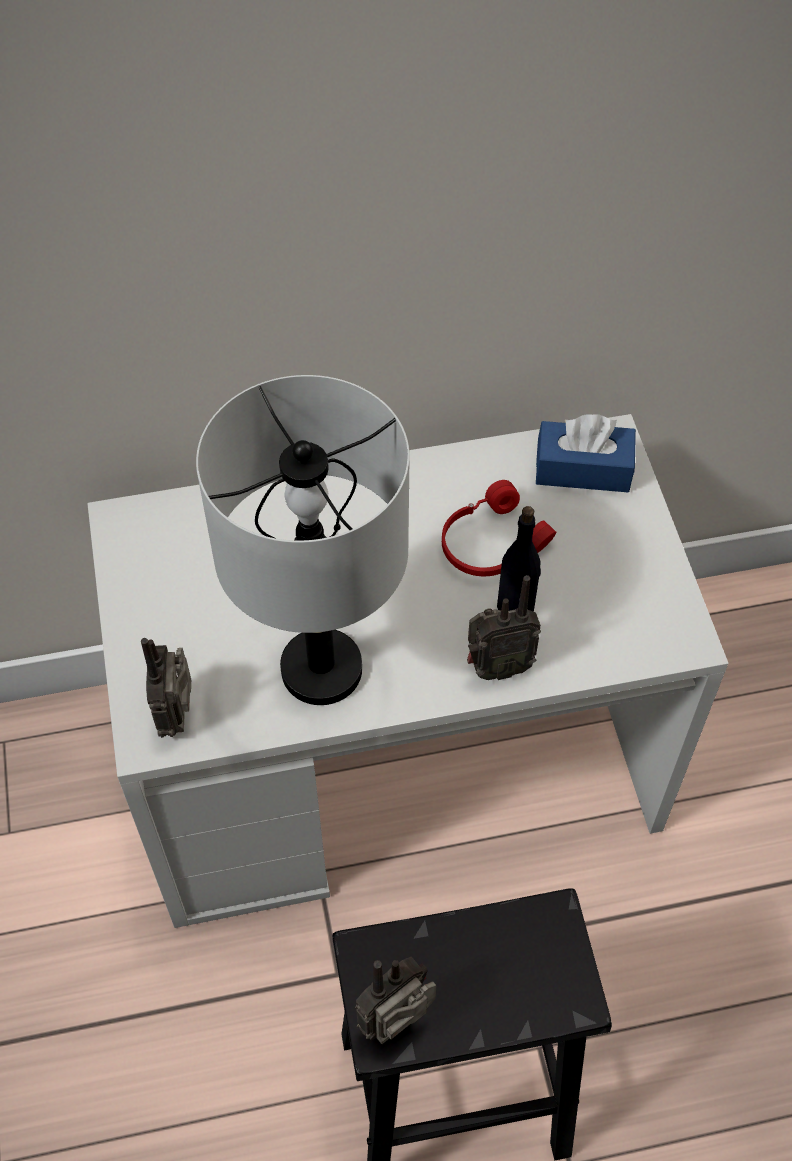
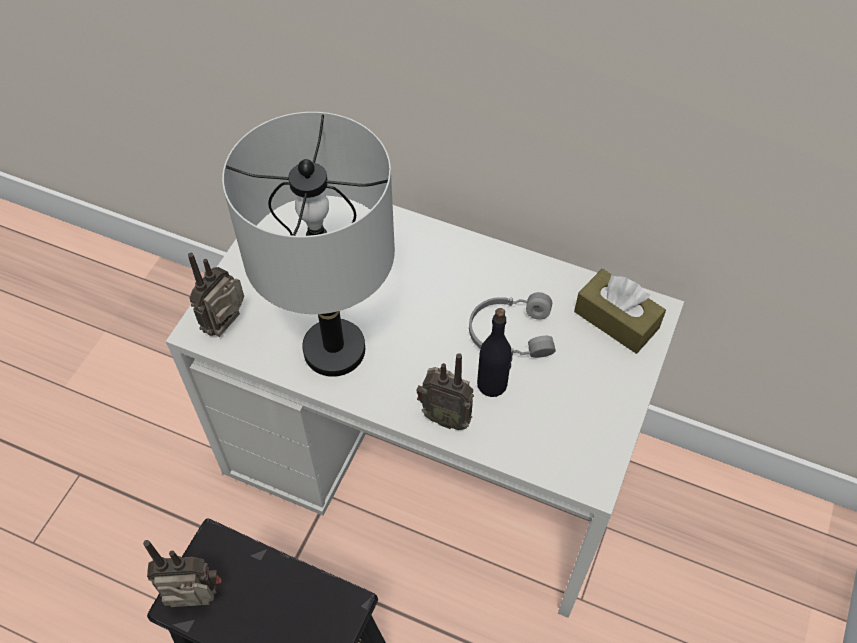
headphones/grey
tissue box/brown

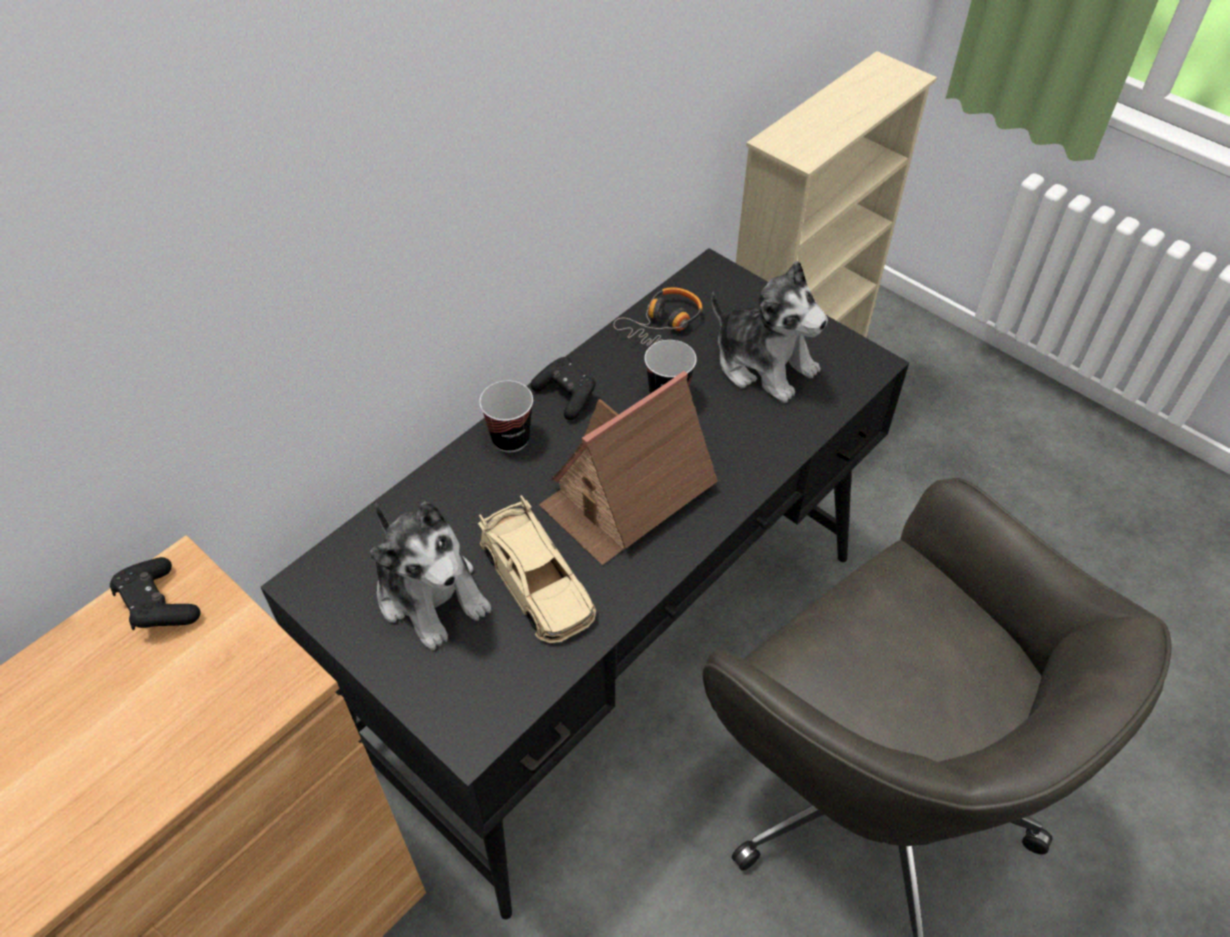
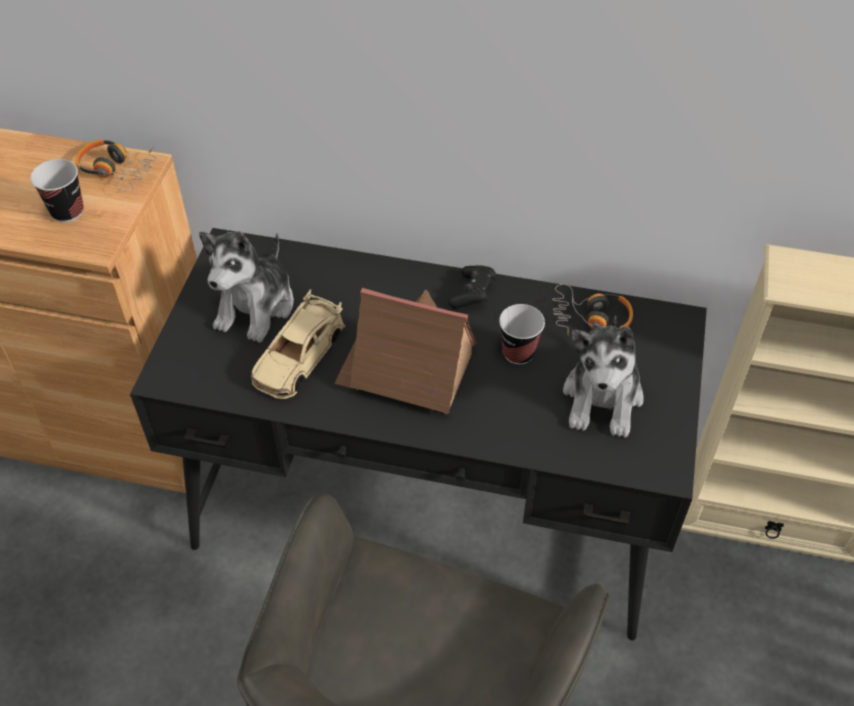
cup (1st from left)
headphones (1st from left)

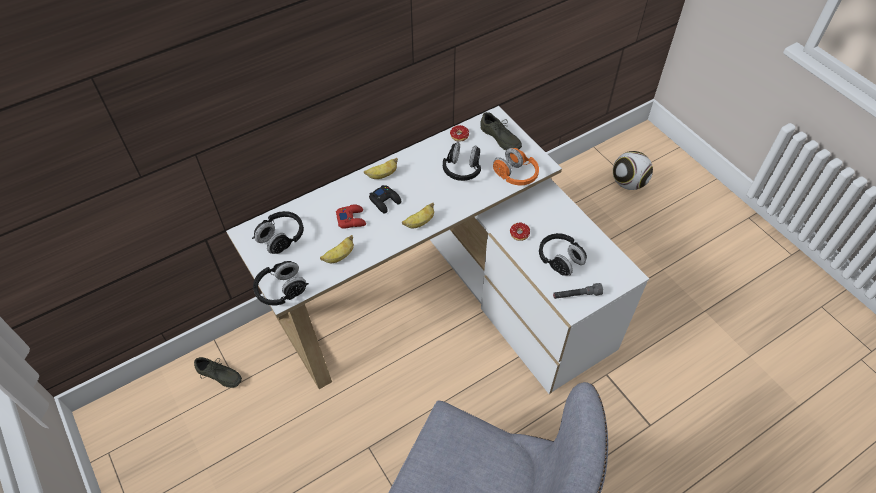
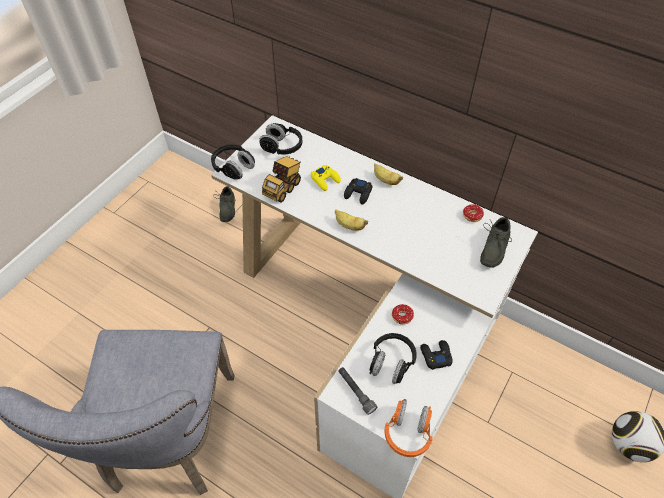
toy truck
game controller/yellow
headphones/orange
game controller/black (2nd from left)
headphones/black (3rd from left in the first image)

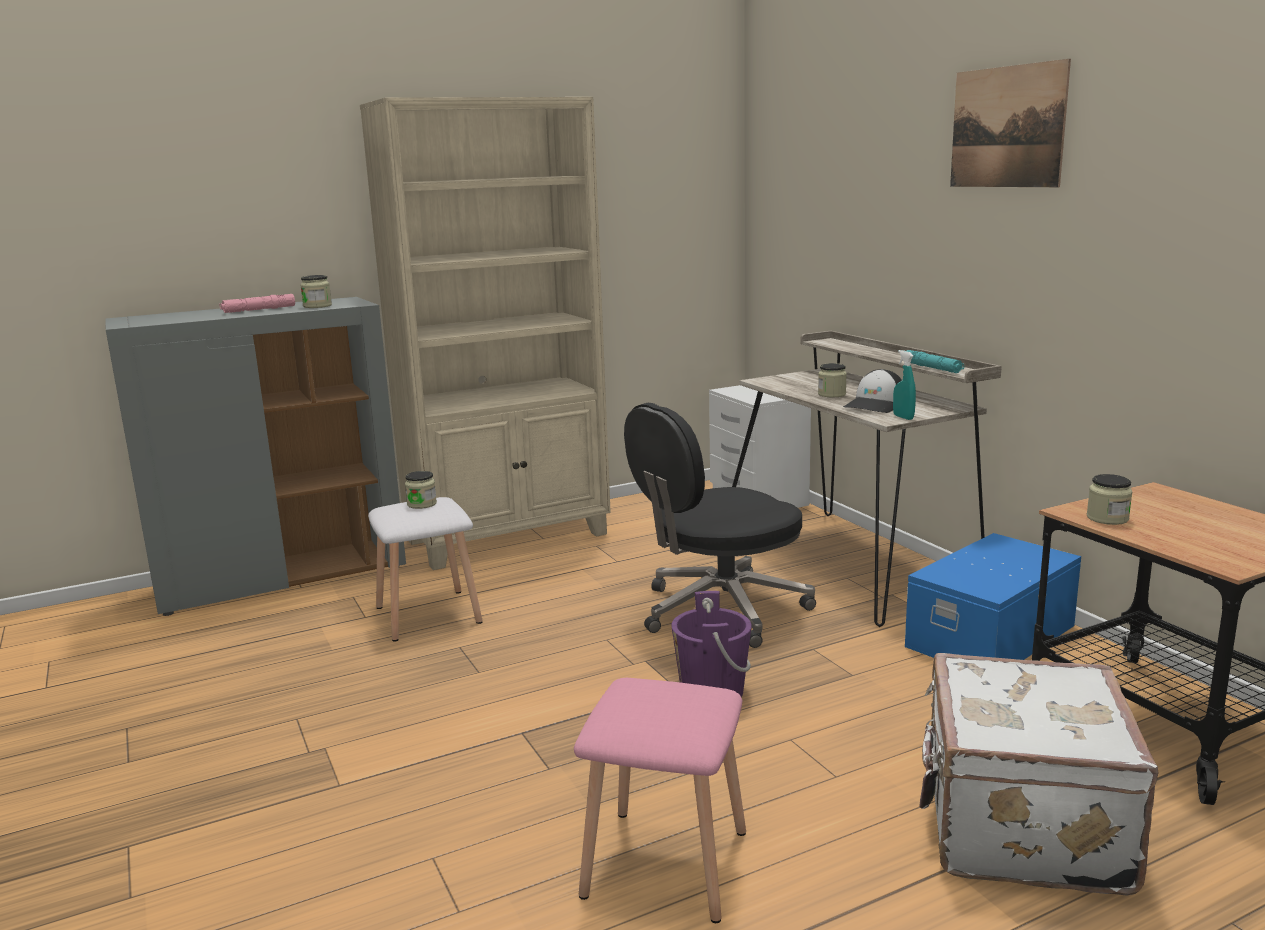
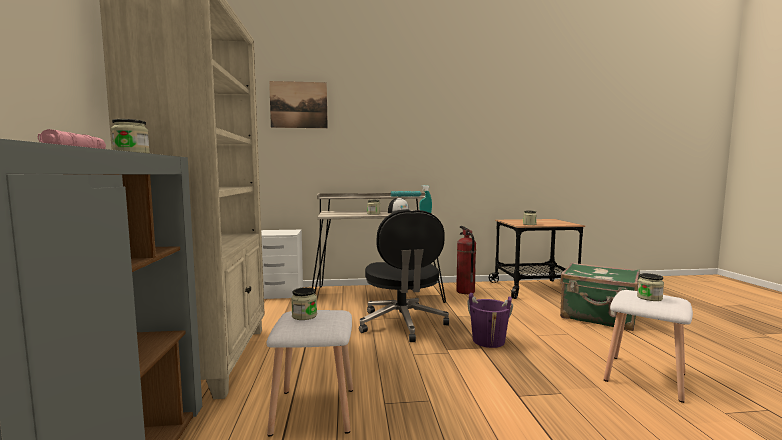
picture
fire extinguisher
suitcase/green
stool/white (2nd from left)
jar (5th from left)

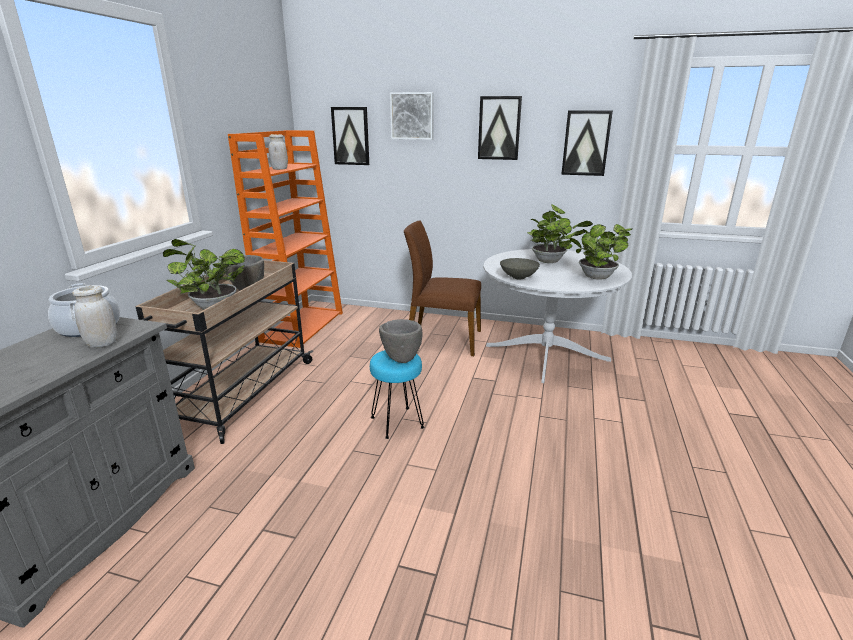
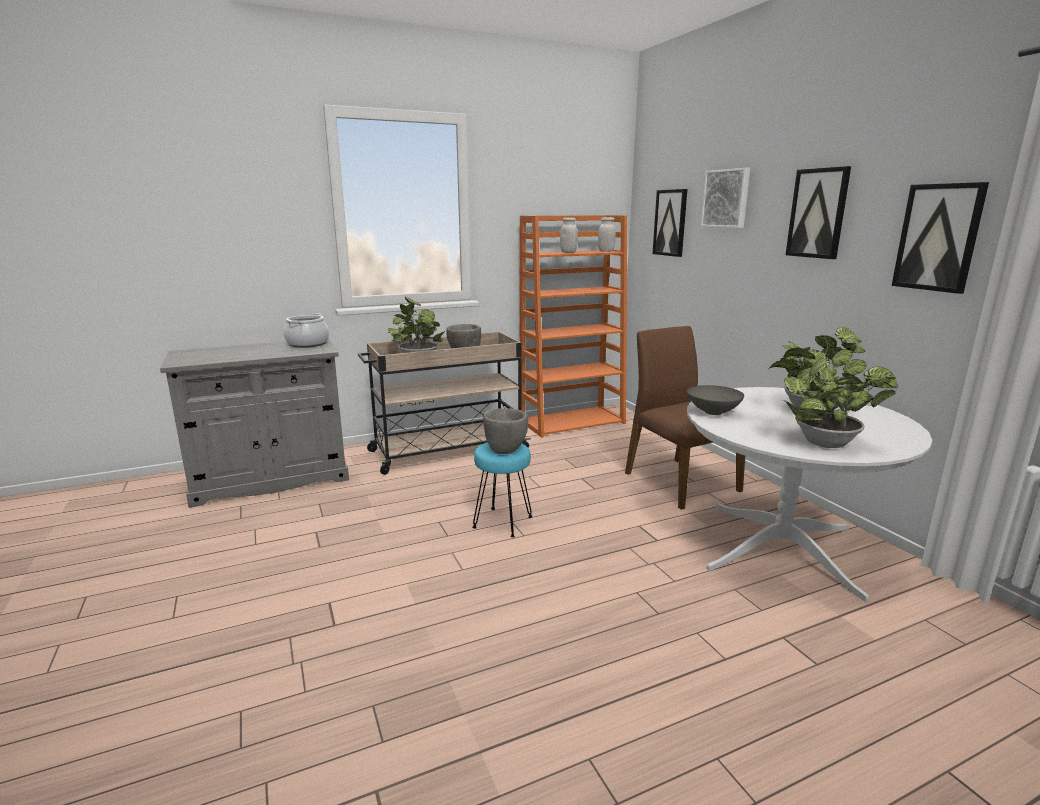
jar/white (2nd from left)

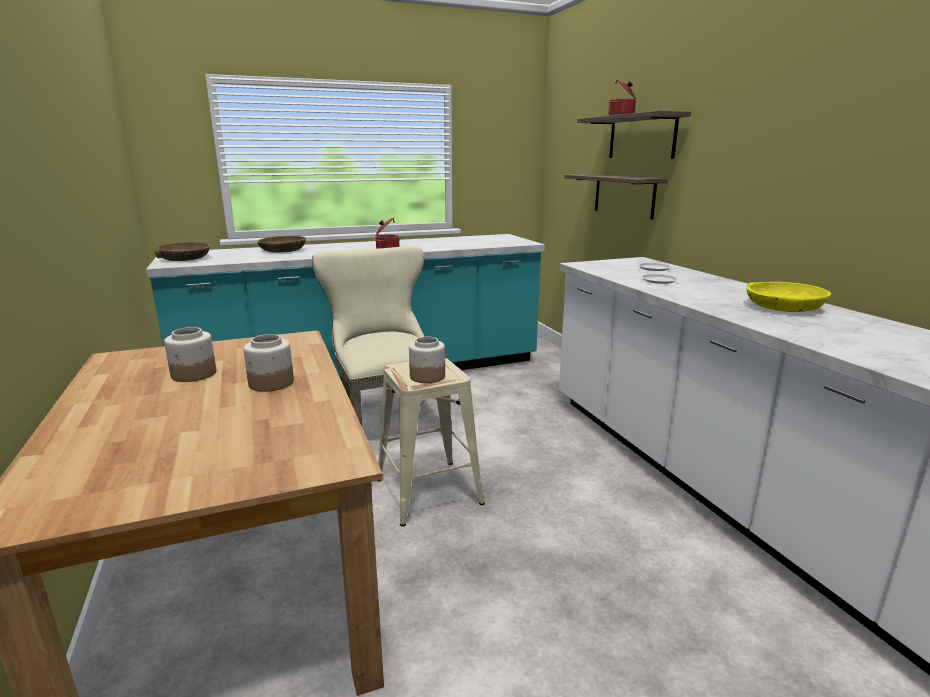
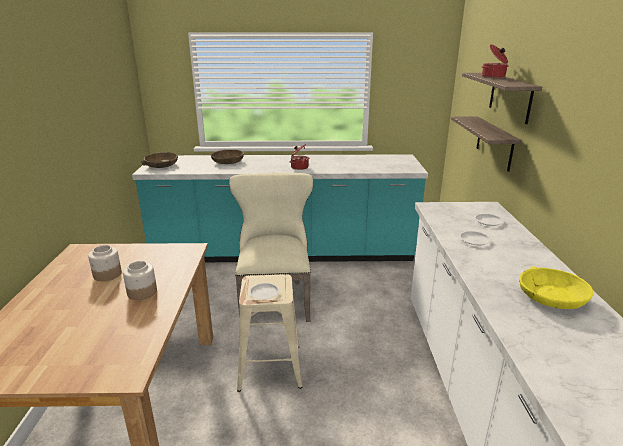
plate/white (1st from left)

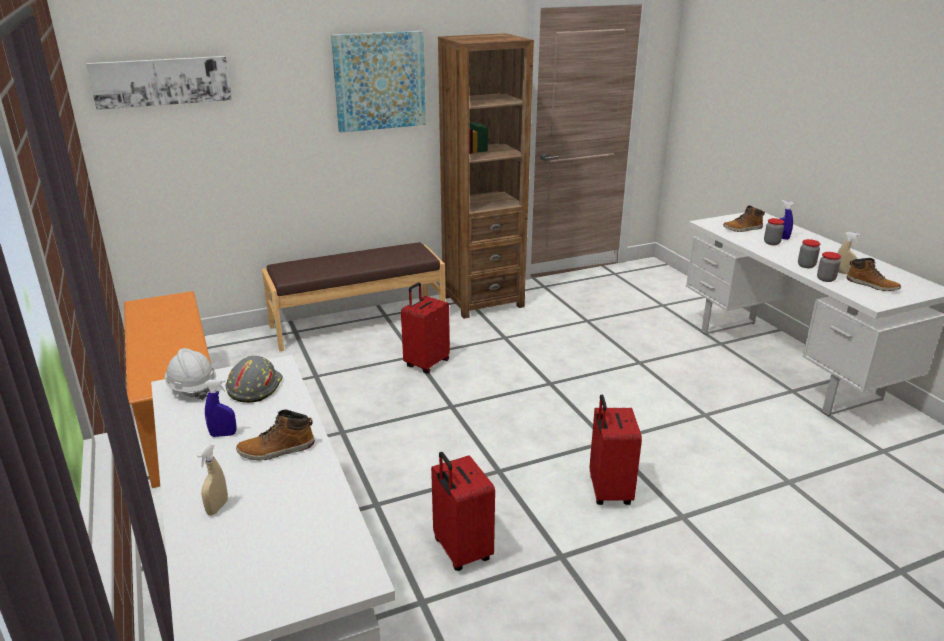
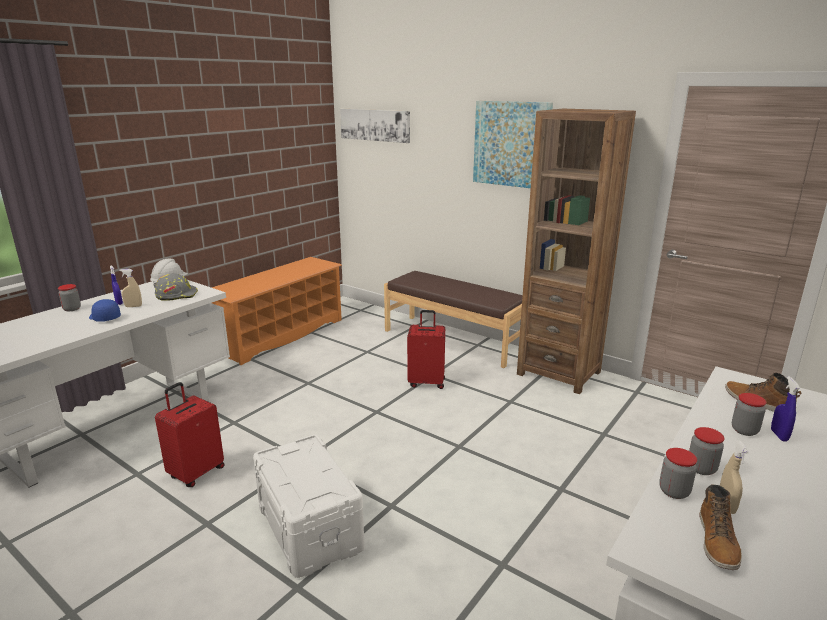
jar (1st from left)
cap/blue
spray bottle/beige (1st from left)
storage box/white

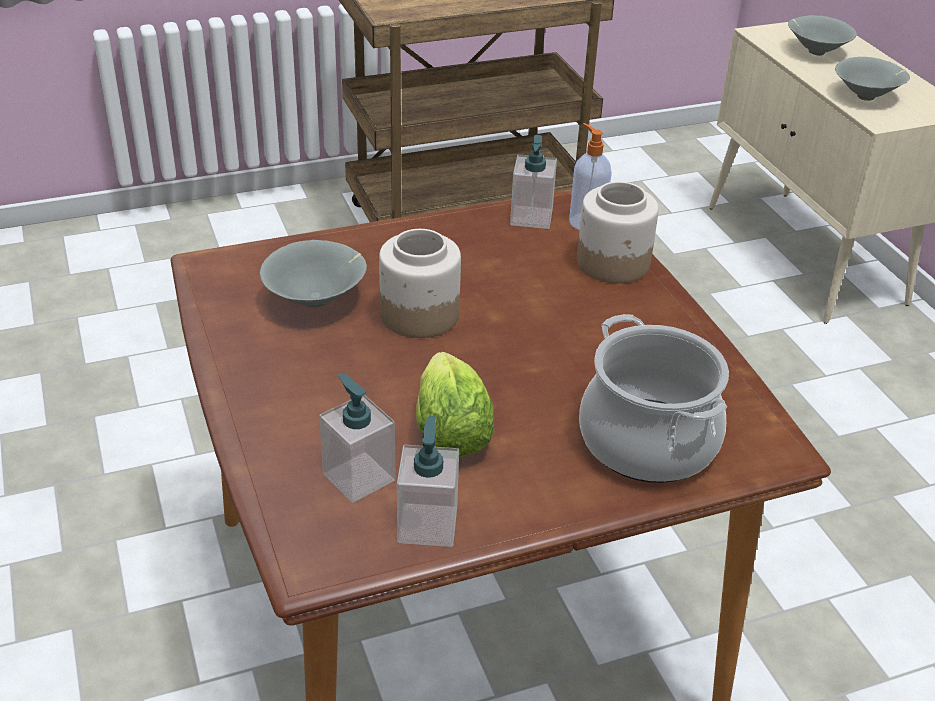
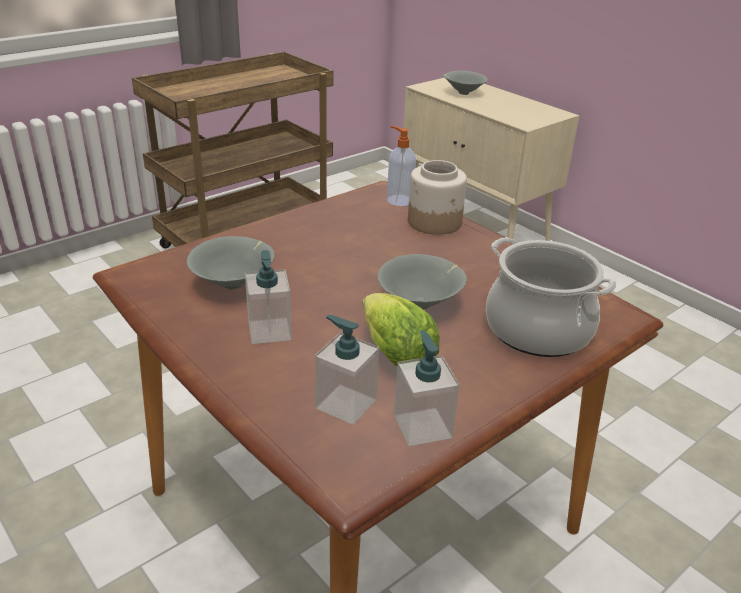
soap dispenser (1st from left)
bowl/grey (2nd from left)
jar (1st from left in the first image)

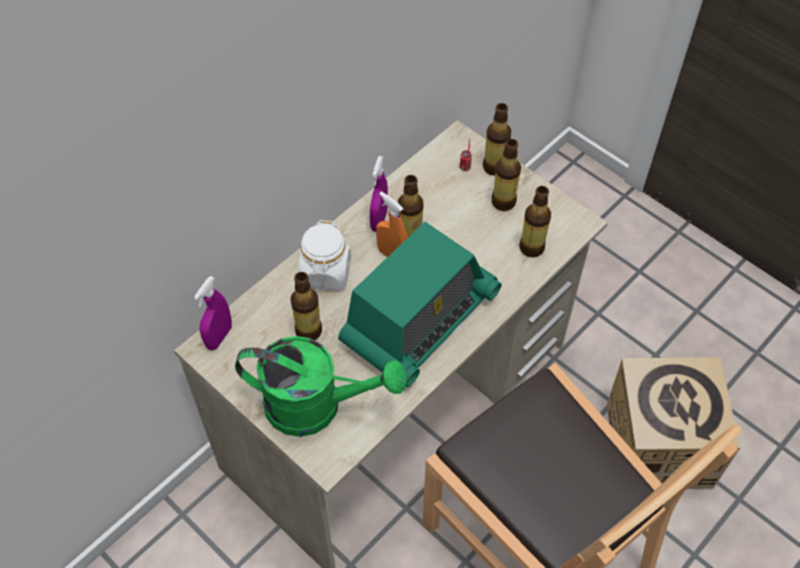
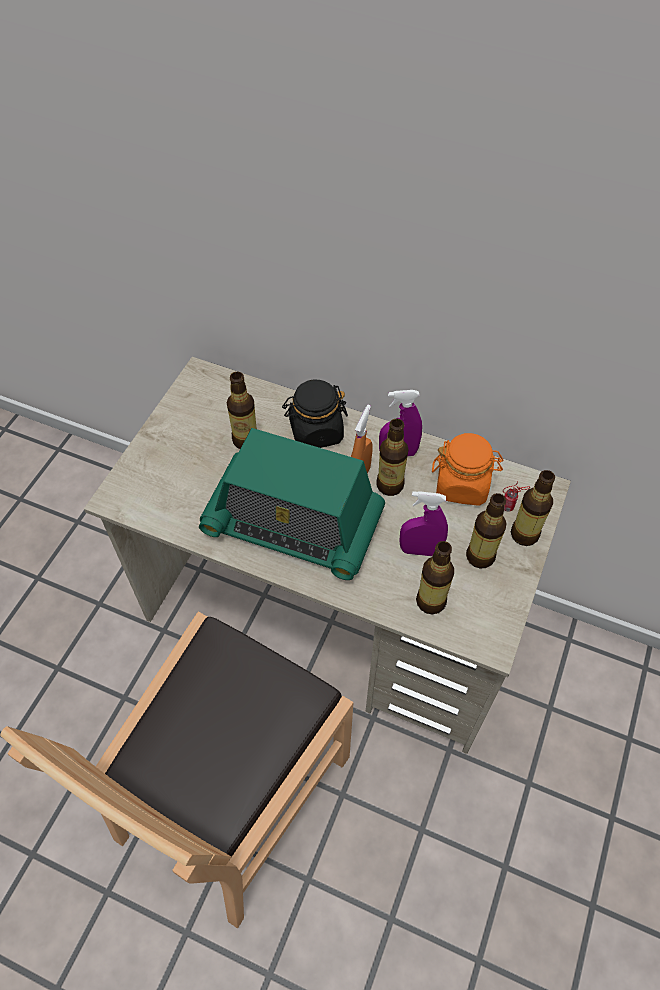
jar/black
spray bottle/purple (2nd from left)
jar/orange
watering can/green
cardboard box

